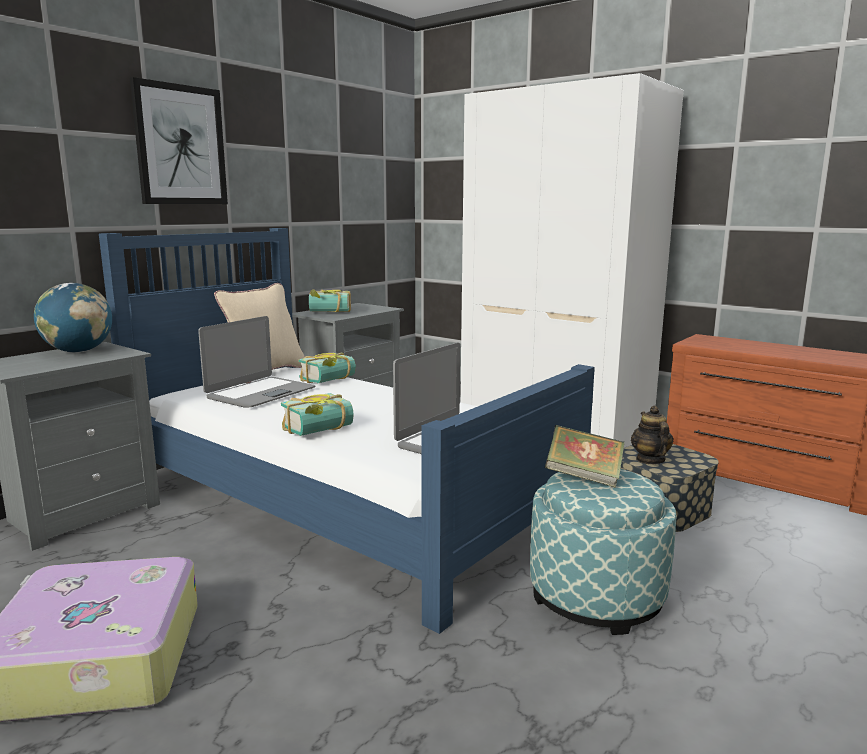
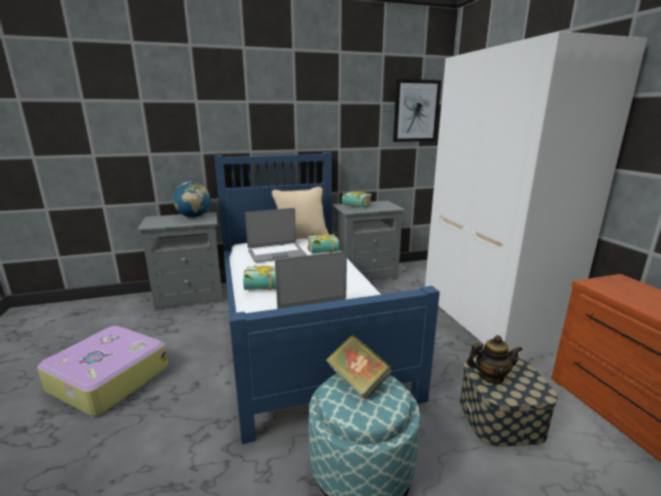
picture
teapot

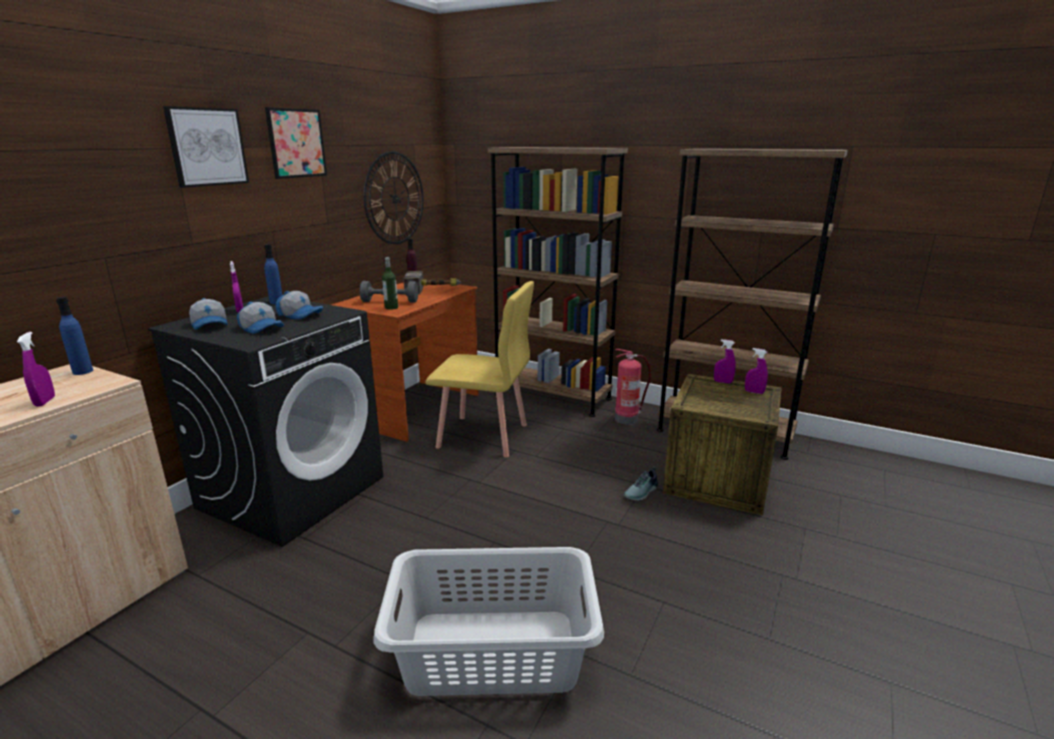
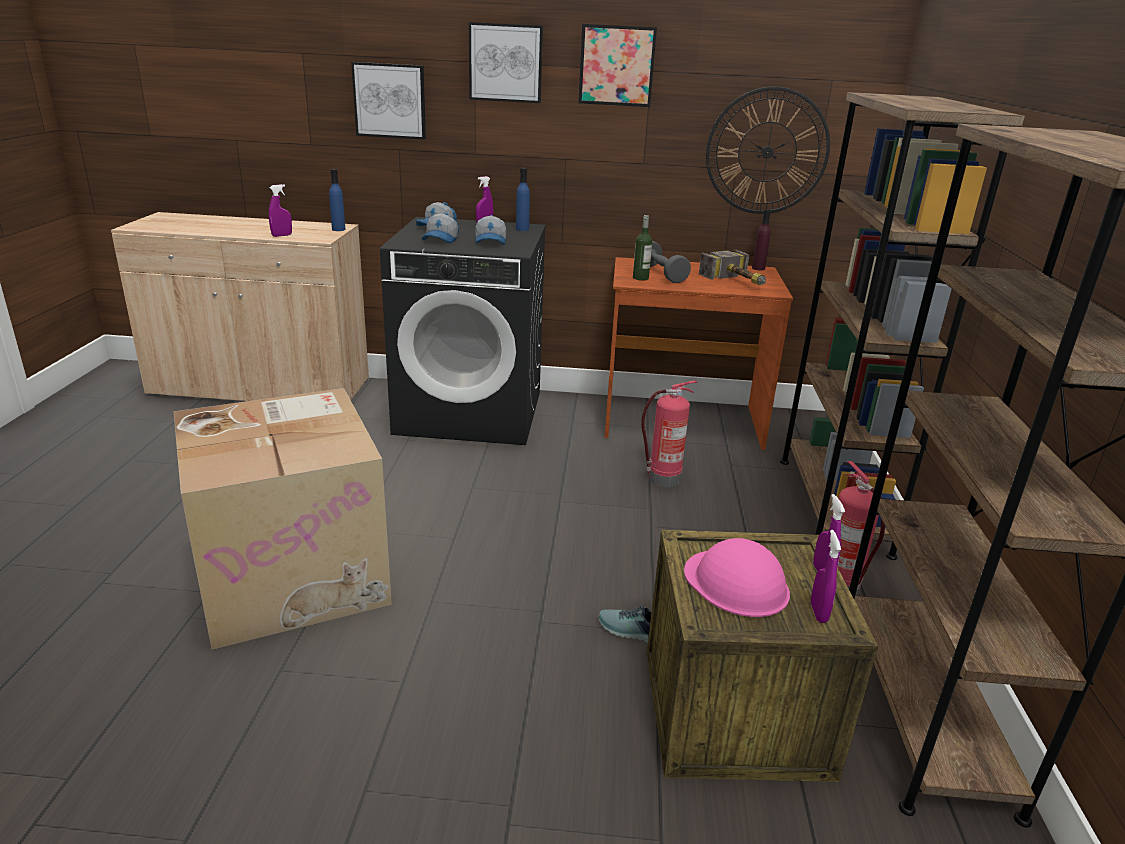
cardboard box
picture (1st from left)
fire extinguisher (1st from left)
hard hat/pink

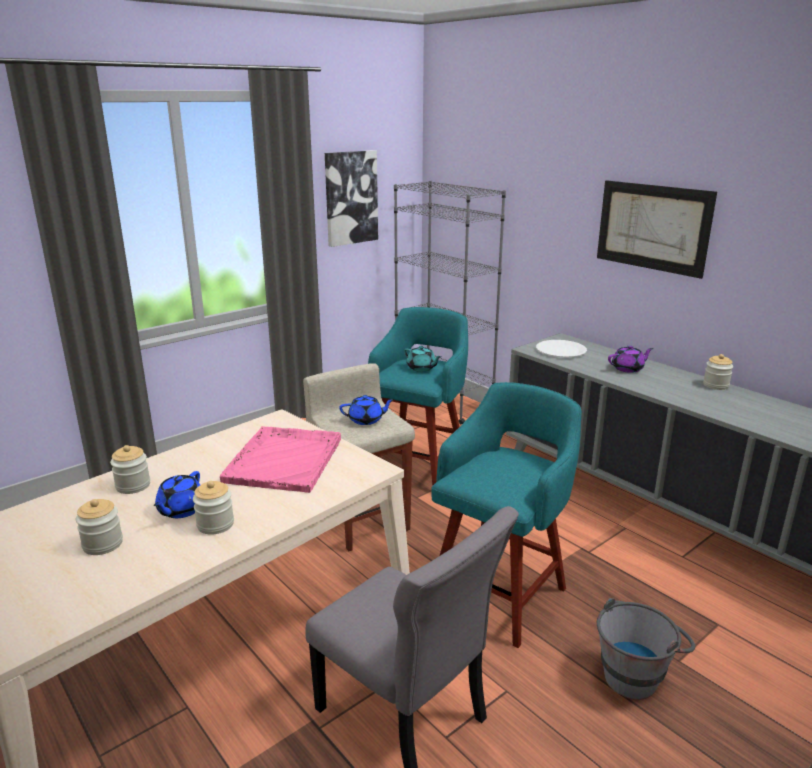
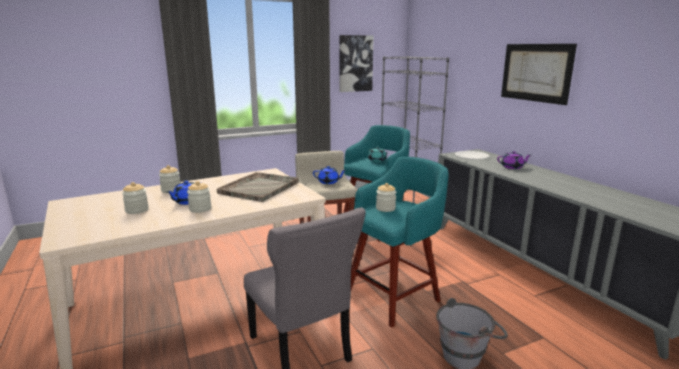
tray/grey
jar (4th from left)

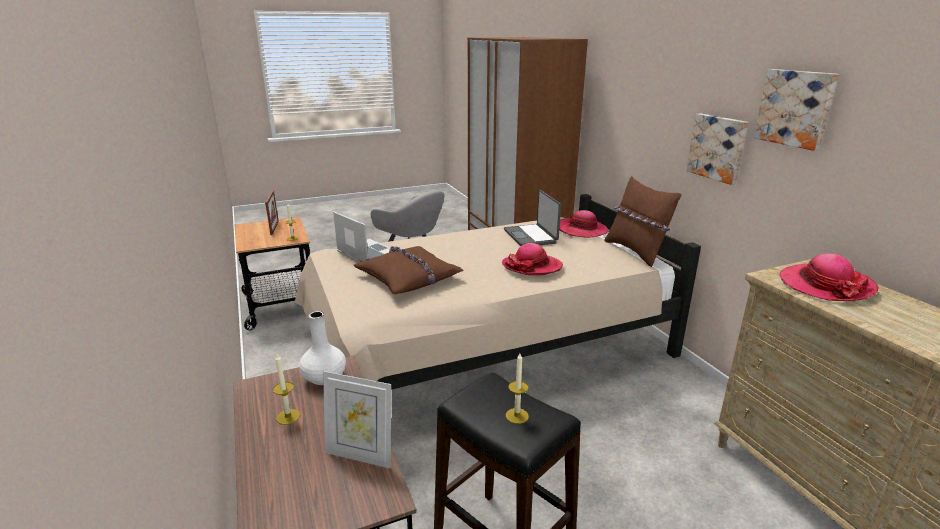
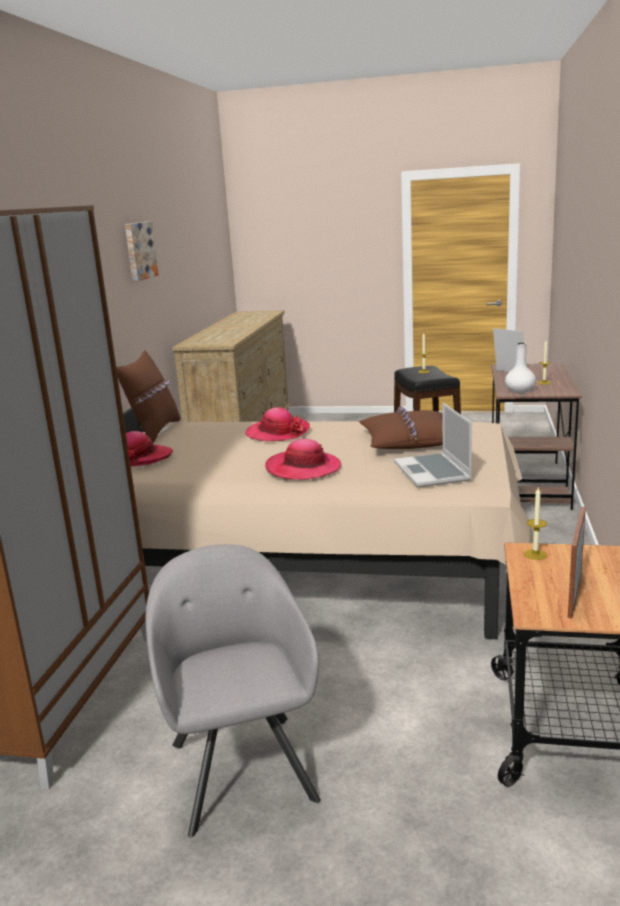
hat (3rd from left)
laptop (2nd from left in the first image)
picture (1st from left in the first image)

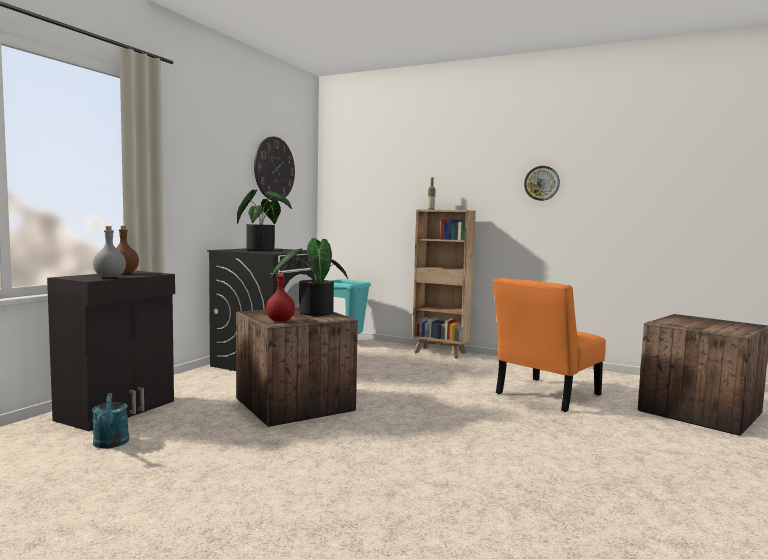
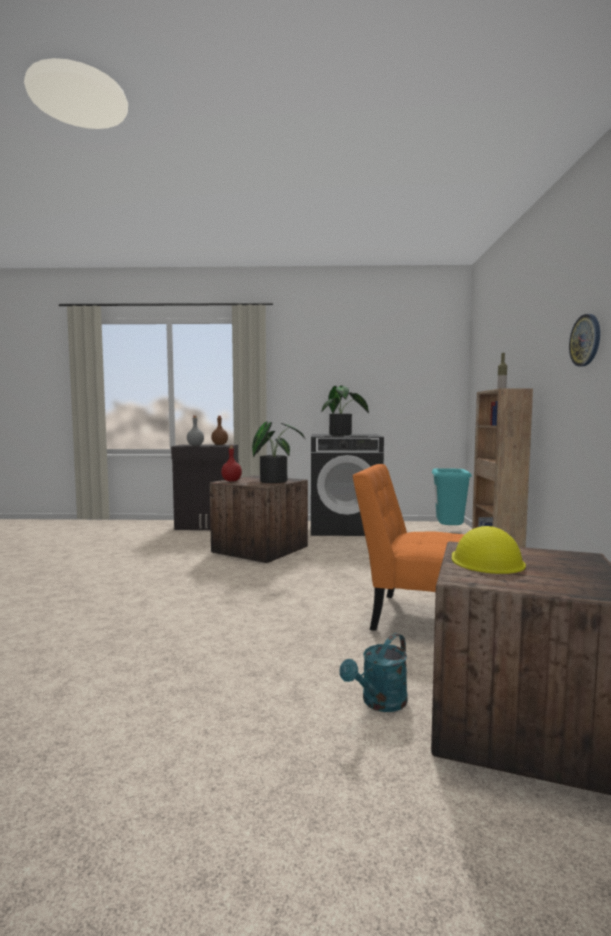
watering can/turquoise
hard hat/yellow
wall clock (1st from left in the first image)

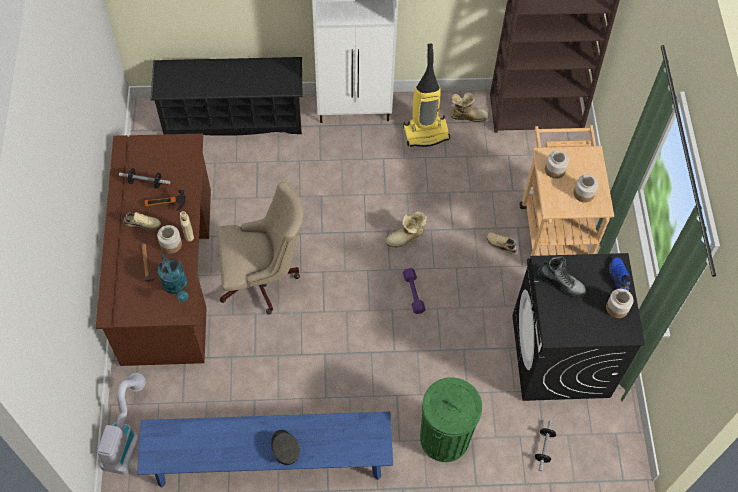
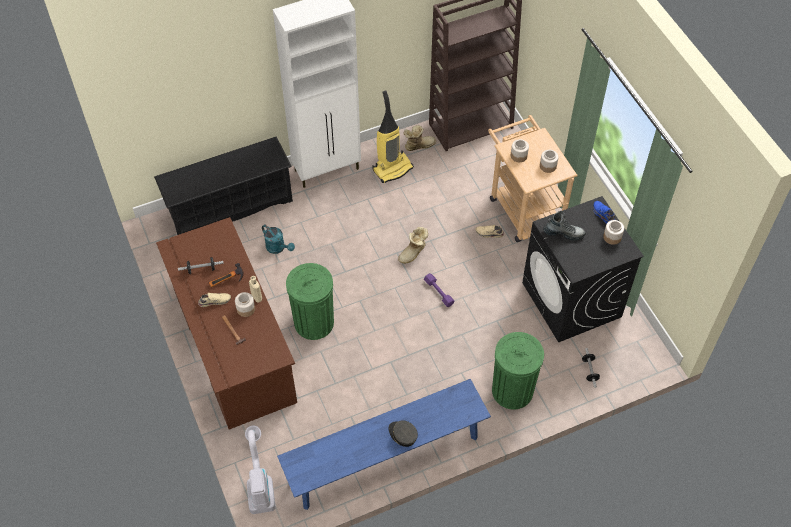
watering can/turquoise
trash can/green (1st from left)

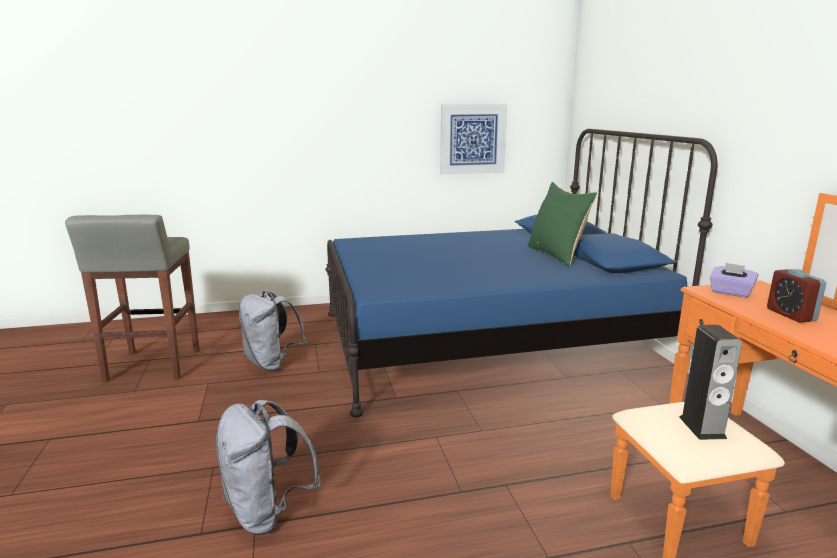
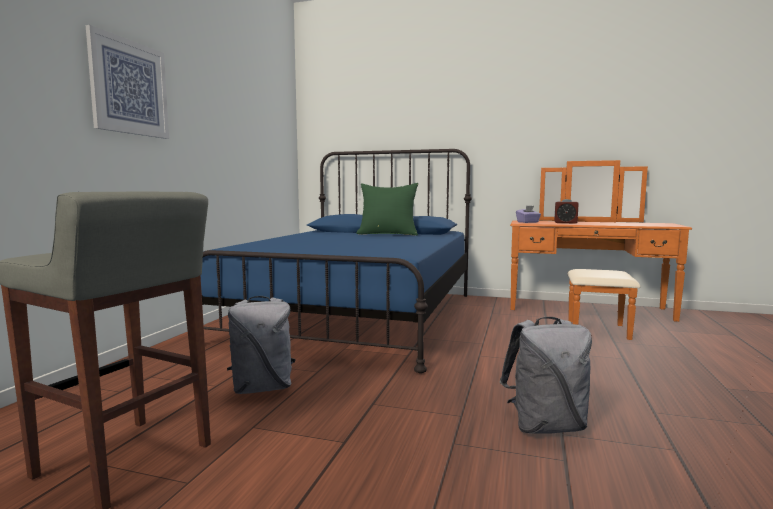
picture
speaker

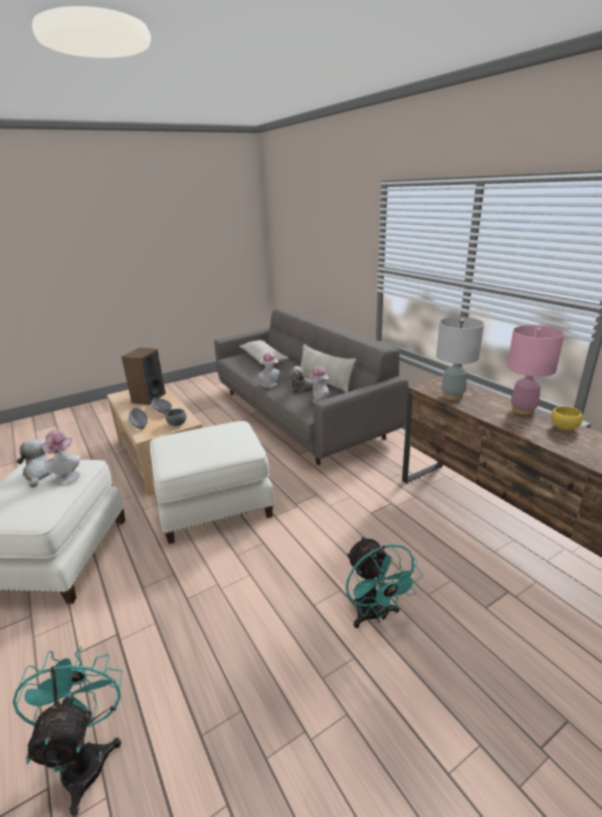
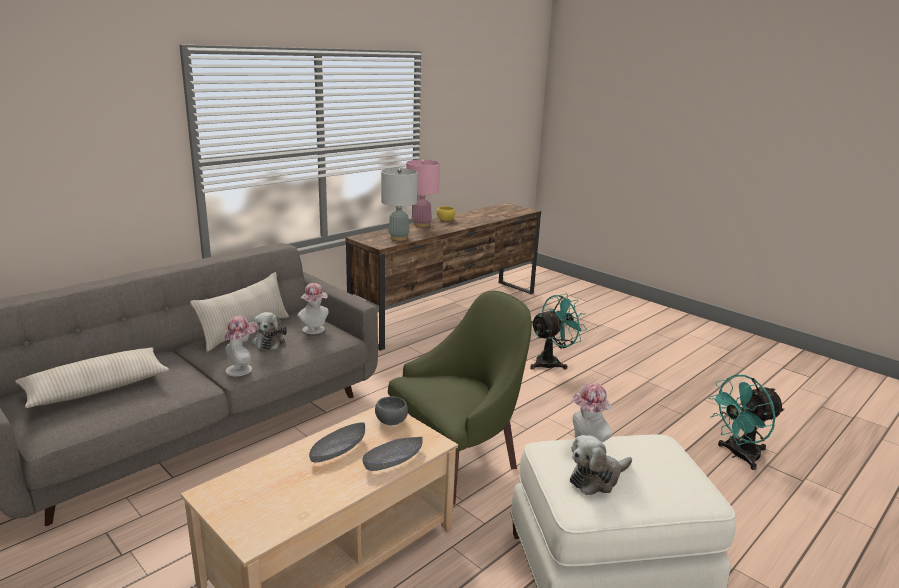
armchair/green
speaker

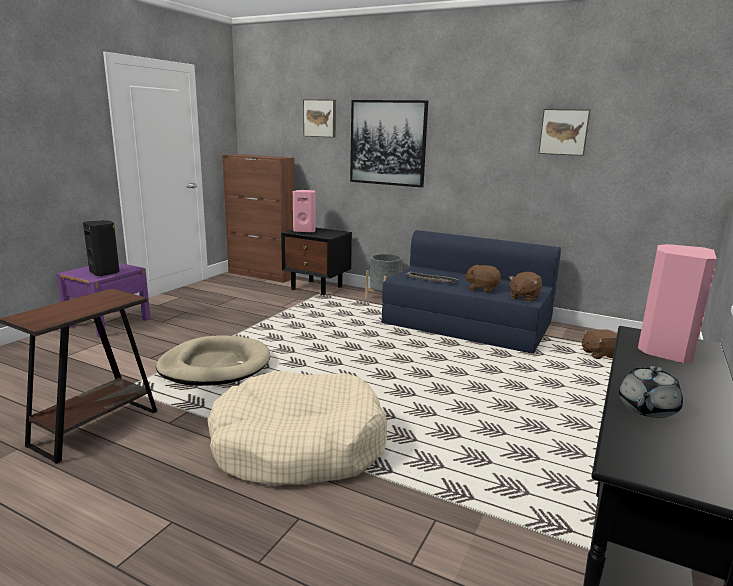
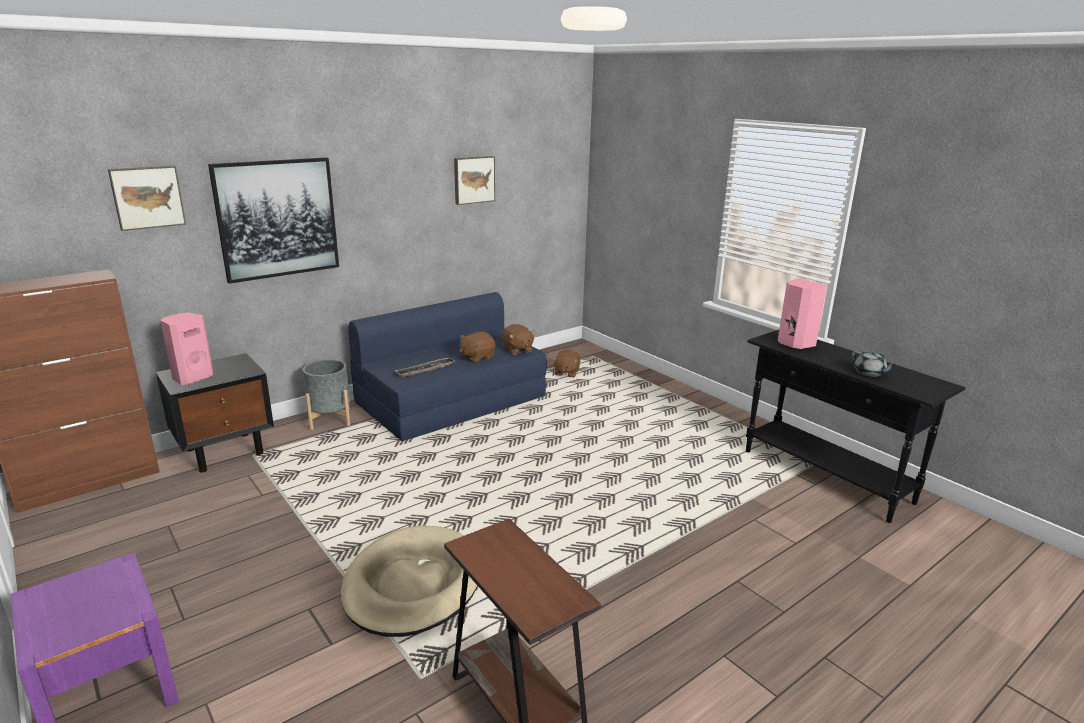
speaker/black
dog bed/beige (2nd from left in the first image)

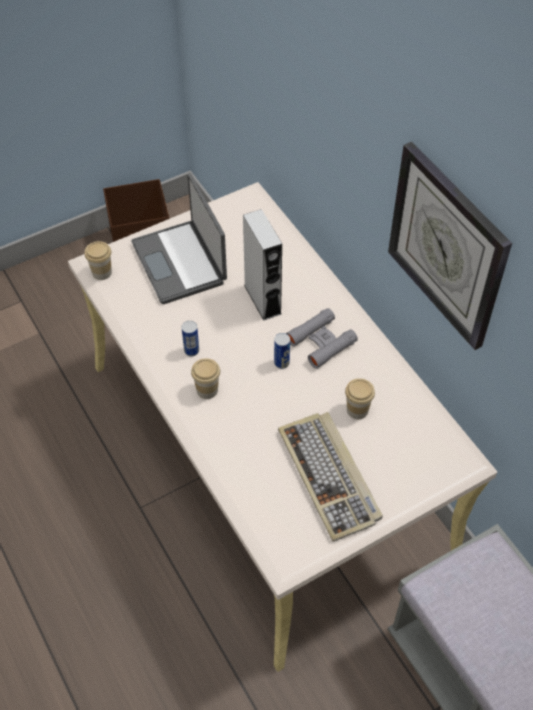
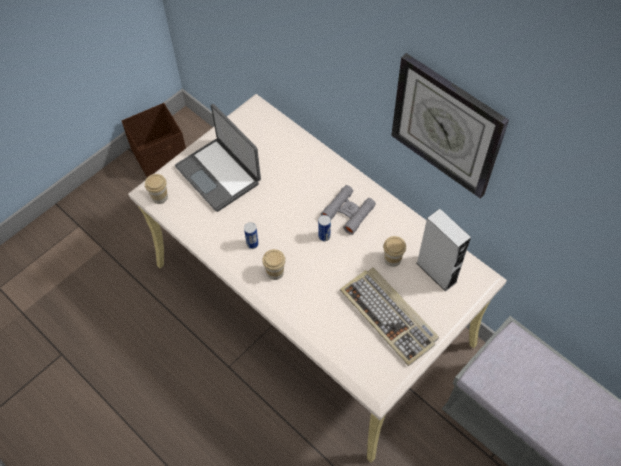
speaker/grey

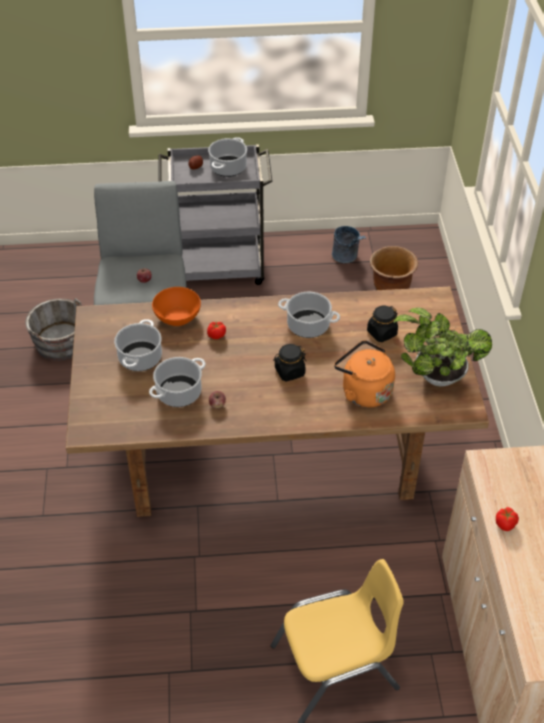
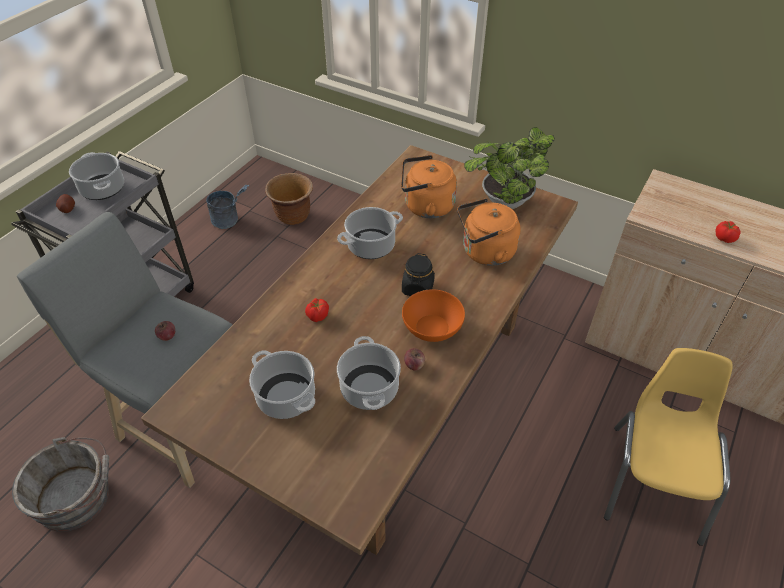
kettle/orange (1st from left)
bowl/orange

